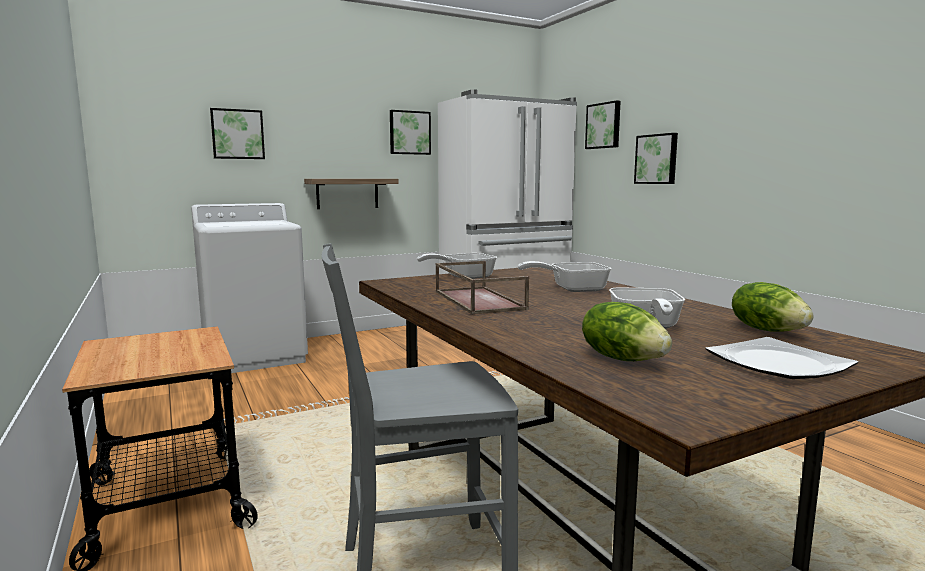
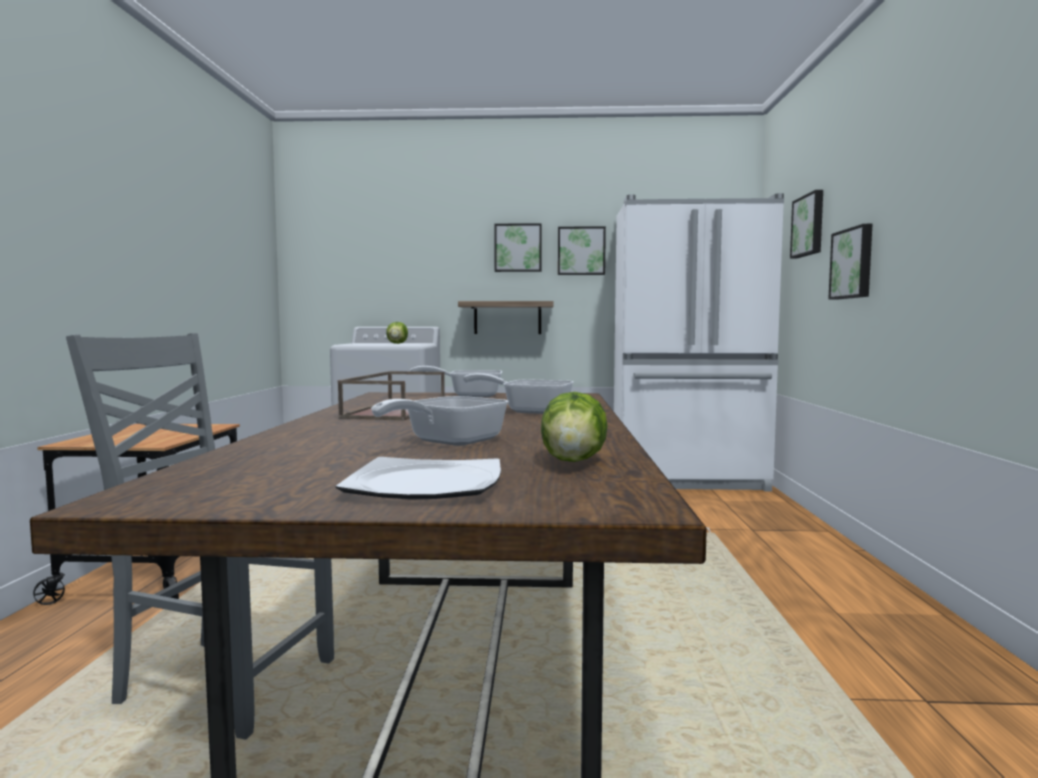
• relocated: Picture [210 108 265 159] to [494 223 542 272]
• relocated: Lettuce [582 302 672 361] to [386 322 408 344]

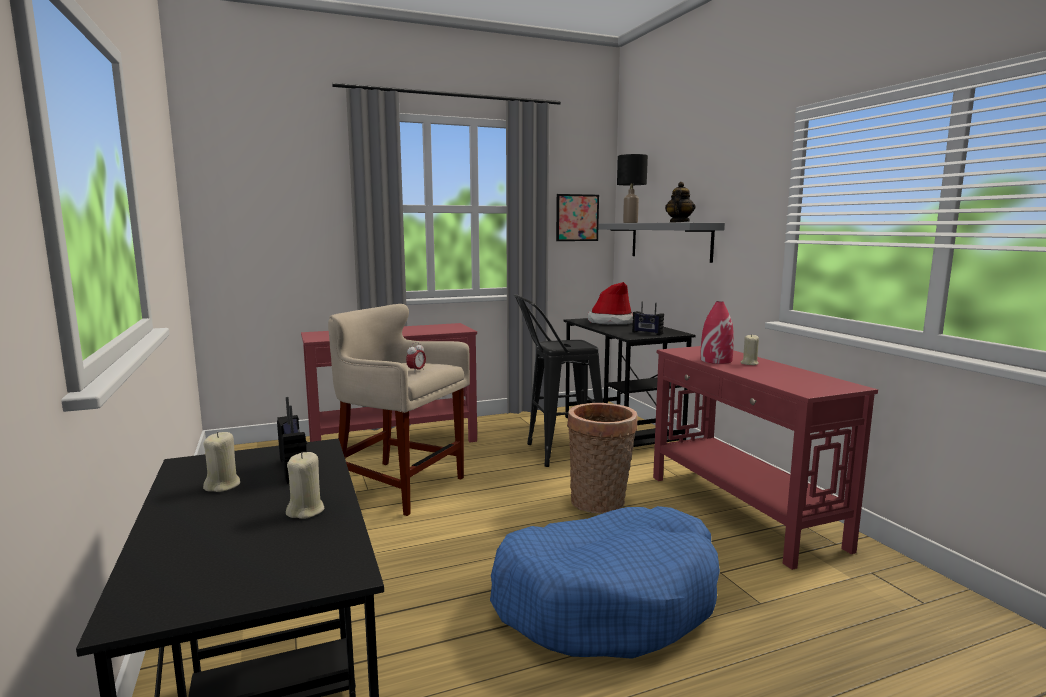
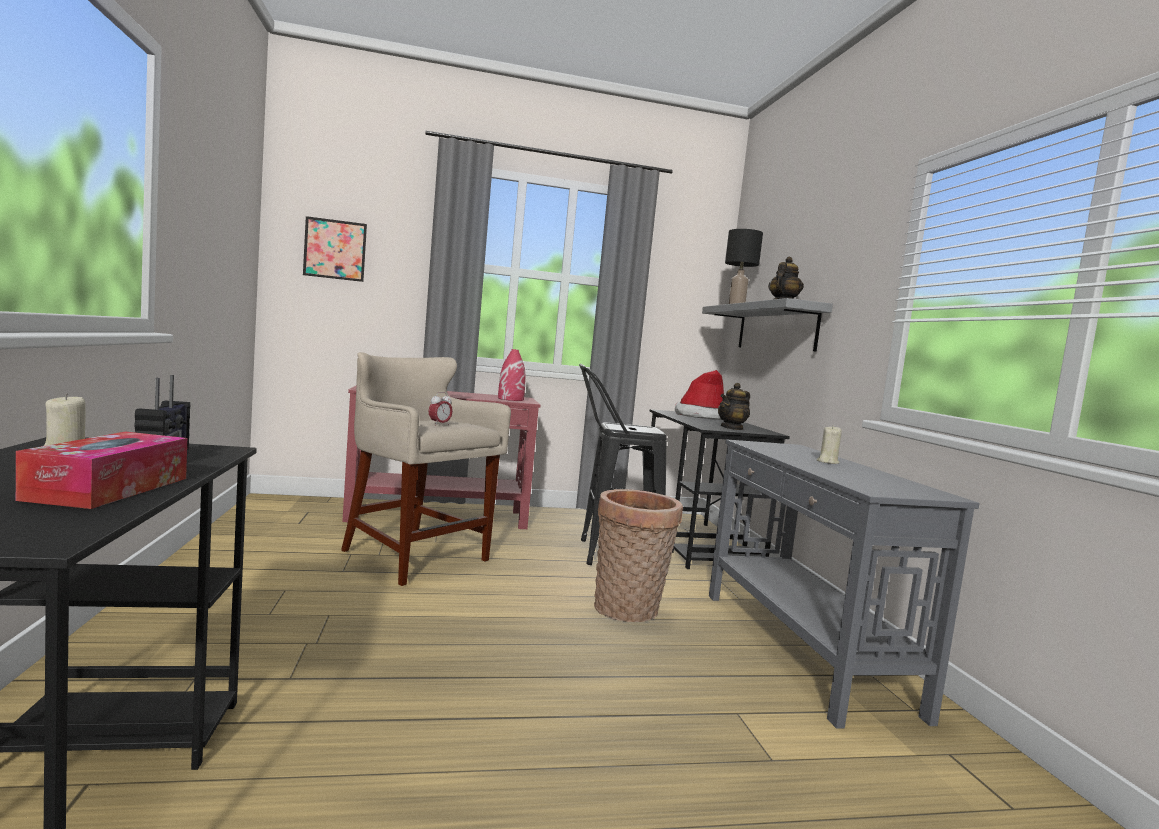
• relocated: Picture [556 194 599 241] to [303 216 367 282]
• relocated: RedVase [700 301 734 364] to [498 349 526 401]
• exchanged: Radio [632 302 664 335] to Teapot [718 383 750 430]
• colour: RedConsoleTable [653 346 878 570] to GreyConsoleTable [709 439 980 729]
• exchanged: BeigeCandle [286 452 325 519] to TissueBox [16 432 187 509]
• missing: BlueDogBed [490 506 720 659]

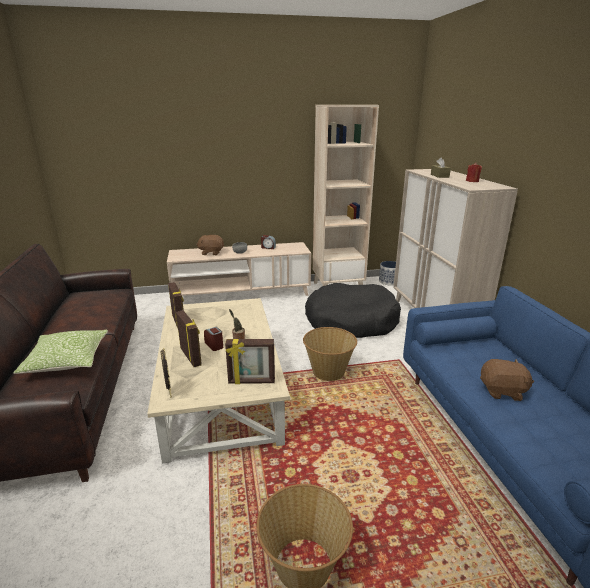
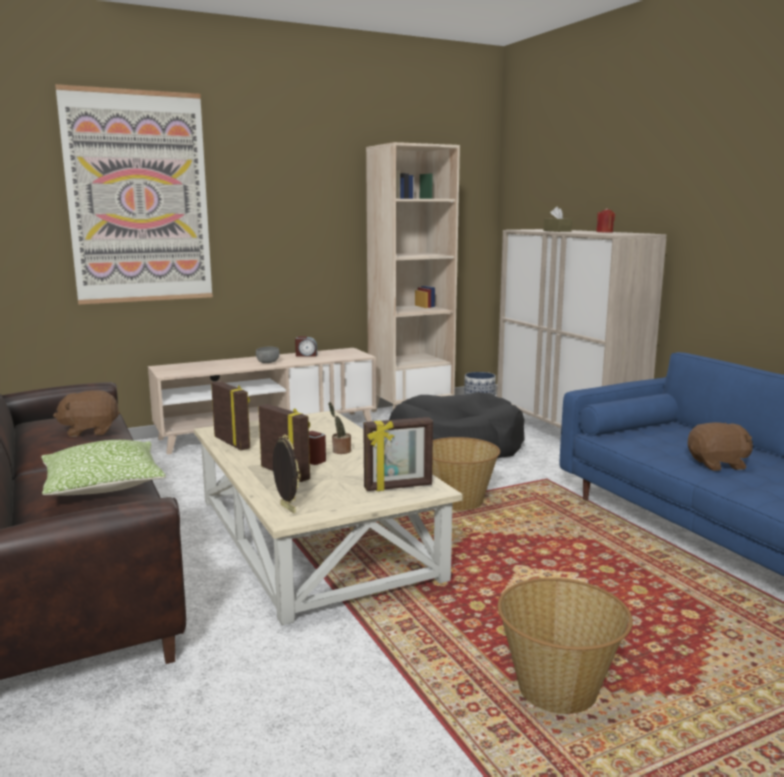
• relocated: BrownPlushToy [196 235 224 255] to [53 390 120 437]
• appeared: Picture [55 84 213 304]

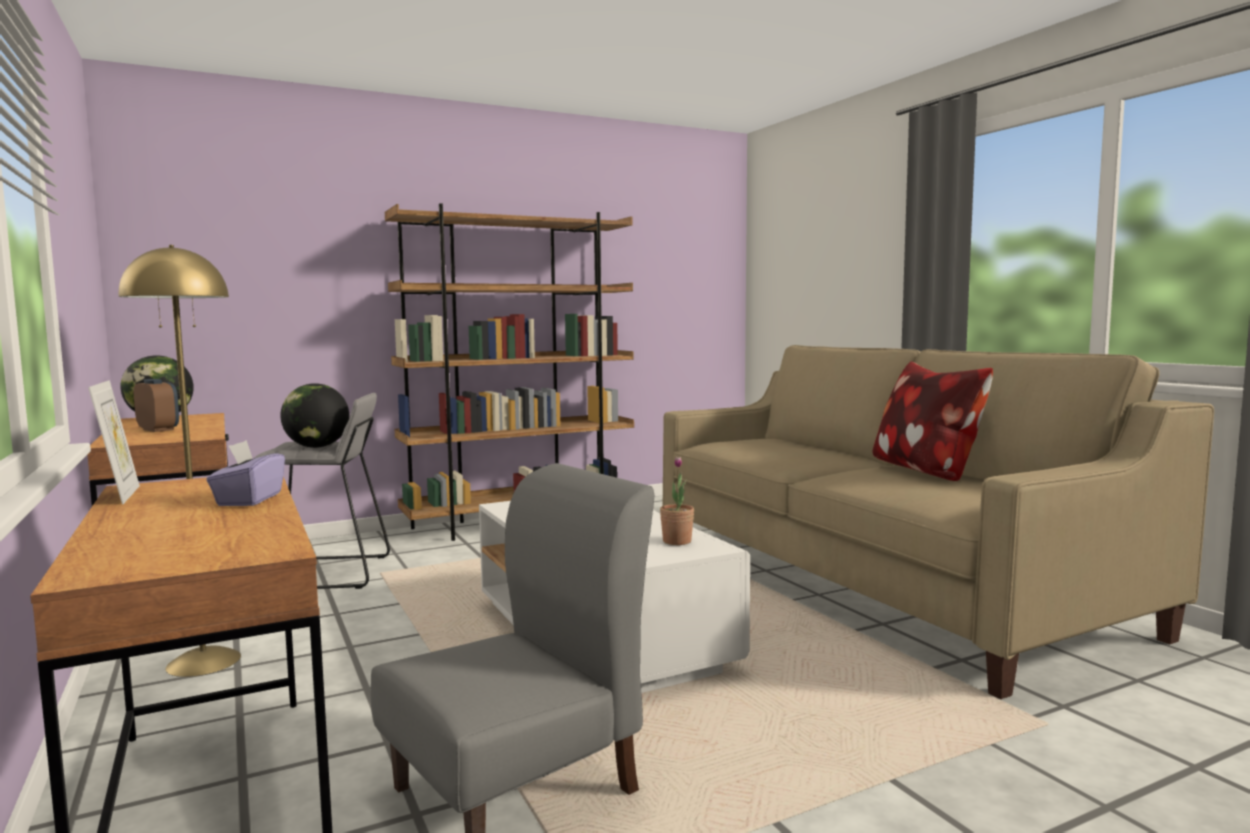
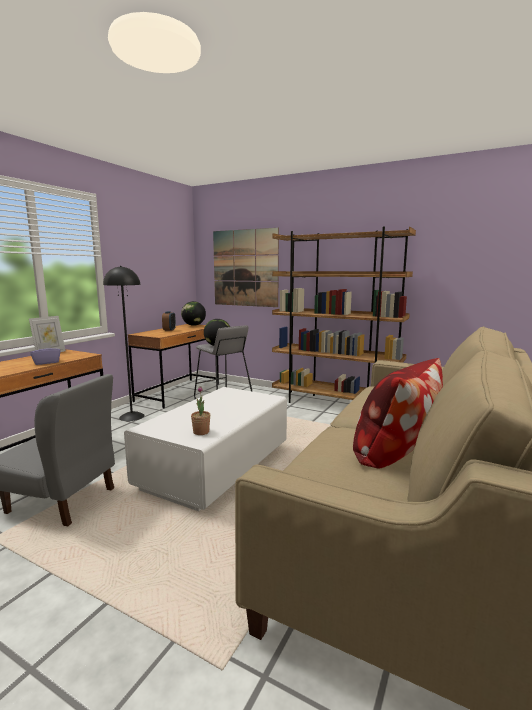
• colour: YellowFloorLamp [119 245 241 677] to BlackFloorLamp [103 266 145 421]
• appeared: Picture [213 228 279 307]

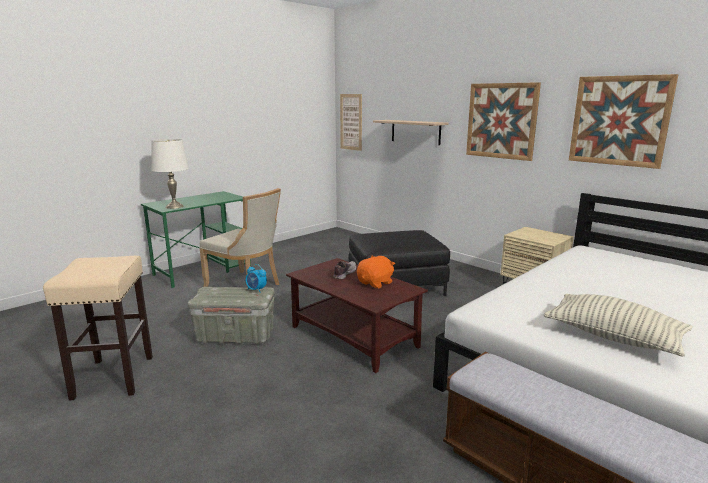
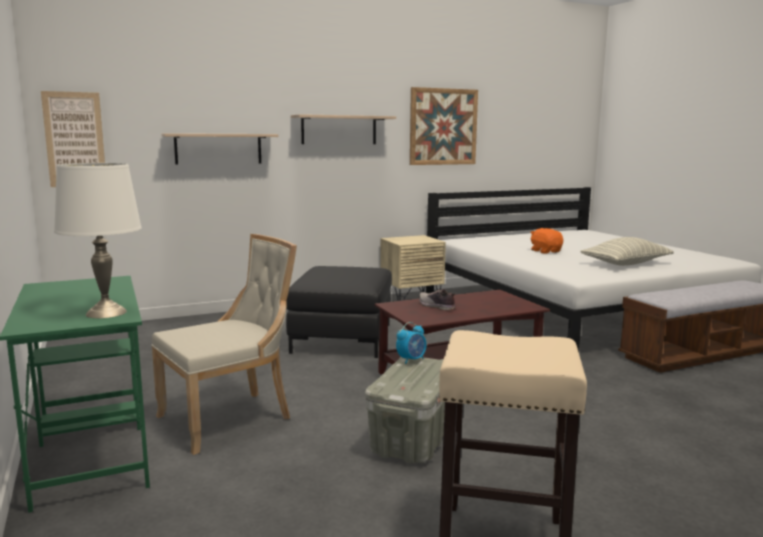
• exchanged: Picture [466 82 541 161] to Shelf [291 114 396 144]
• relocated: OrangePlushToy [357 256 395 289] to [530 228 563 254]

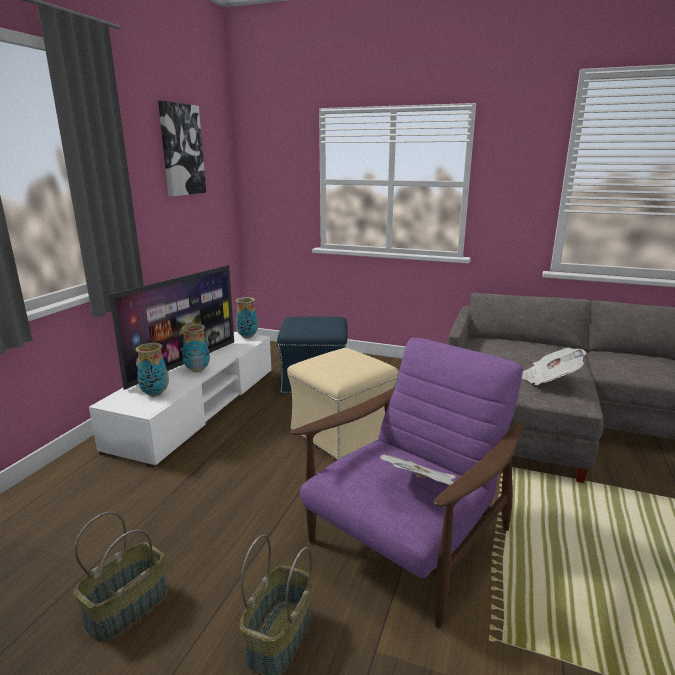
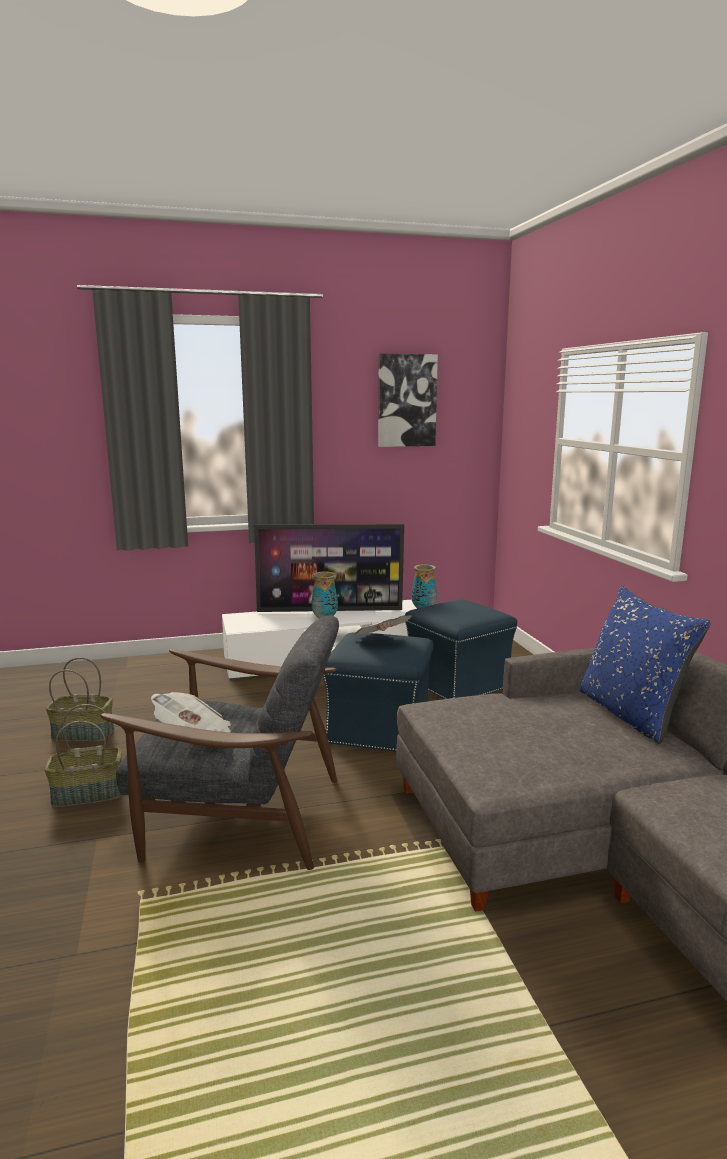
• colour: PurpleArmchair [291 338 523 628] to GreyArmchair [100 616 339 870]
• missing: Vase [136 343 169 397]
• colour: BeigeOttoman [287 348 399 460] to BlueOttoman [323 633 434 752]
• relocated: Newspaper [522 348 587 385] to [352 615 412 636]
• appeared: BluePillow [579 586 711 744]

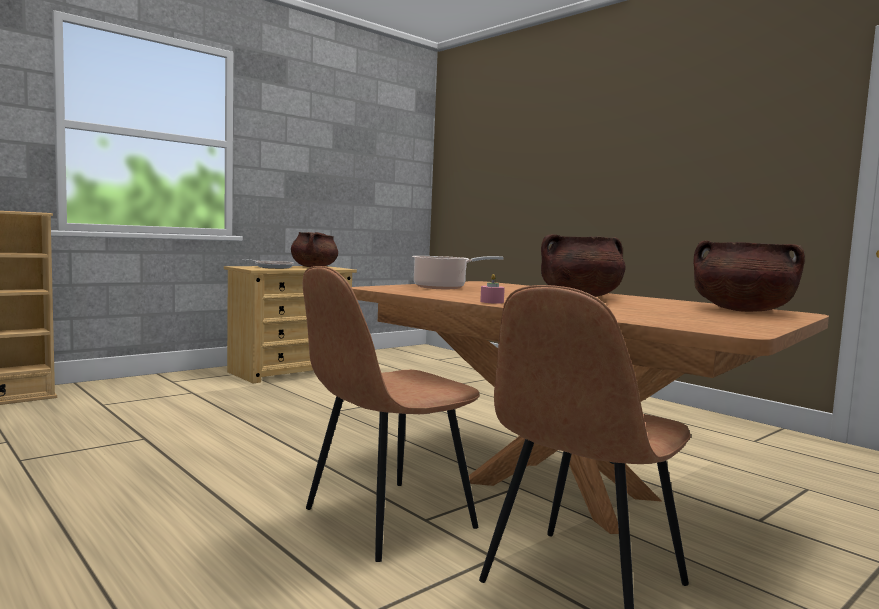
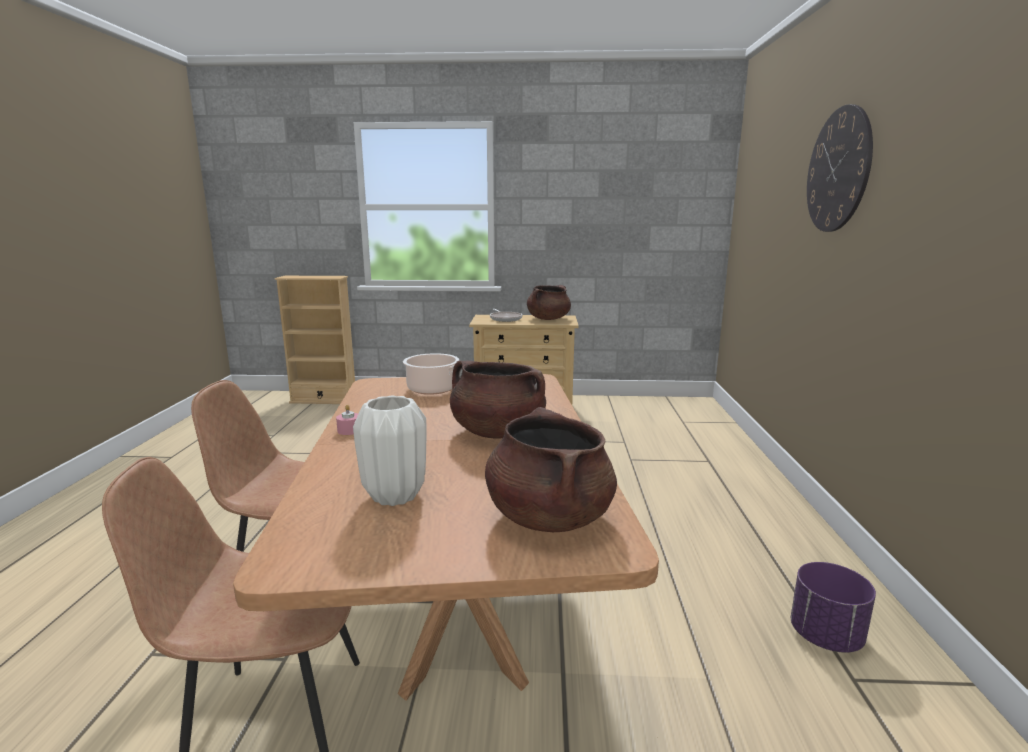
• appeared: WallClock [807 104 873 232]
• appeared: WhiteVase [353 395 427 506]
• appeared: PurplePlanter [791 562 876 653]

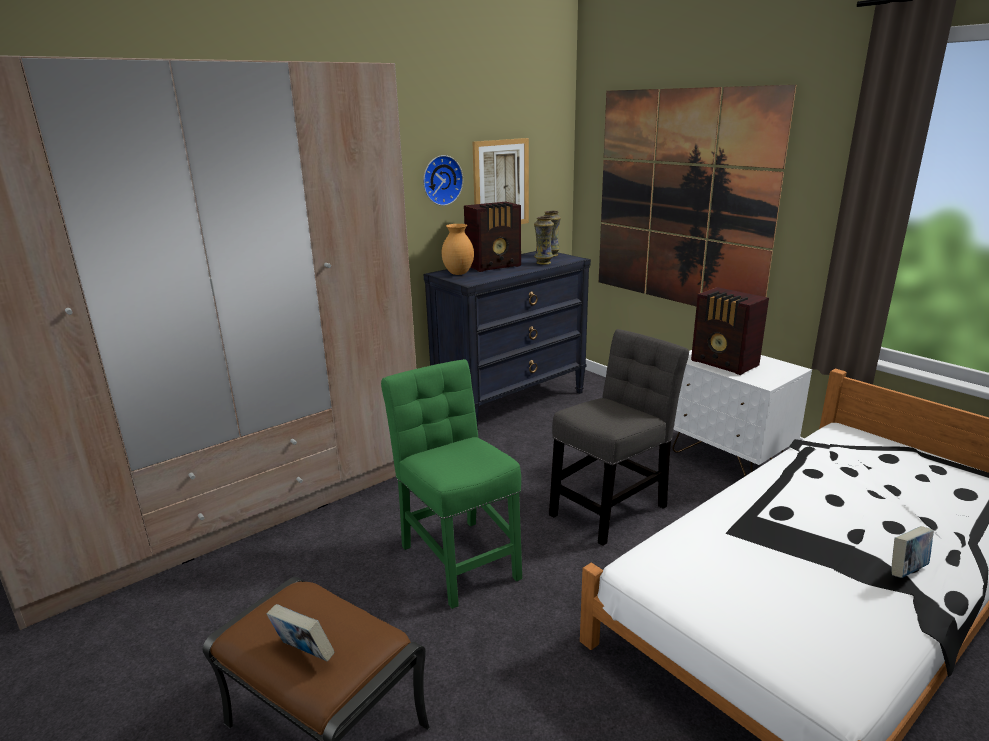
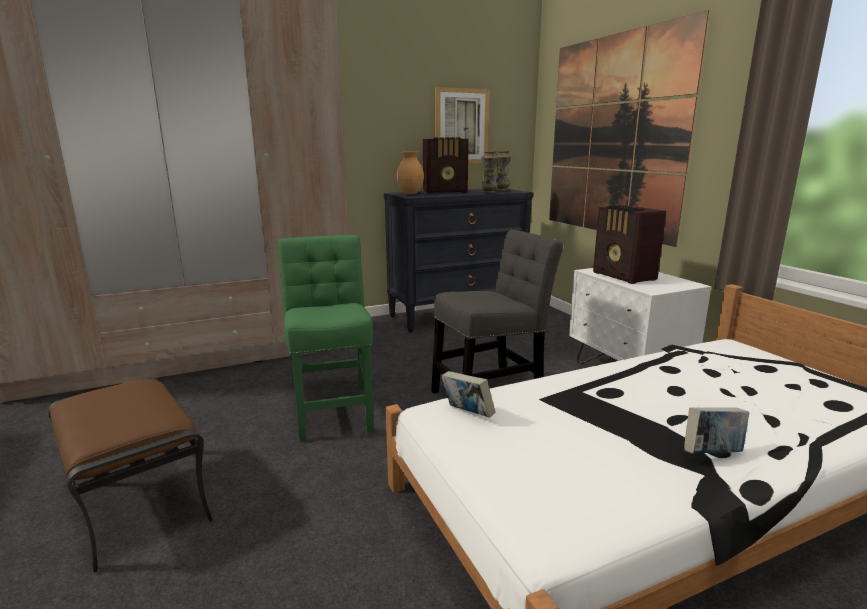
• missing: WallClock [423 155 463 206]
• relocated: Book [267 604 335 662] to [442 371 495 418]

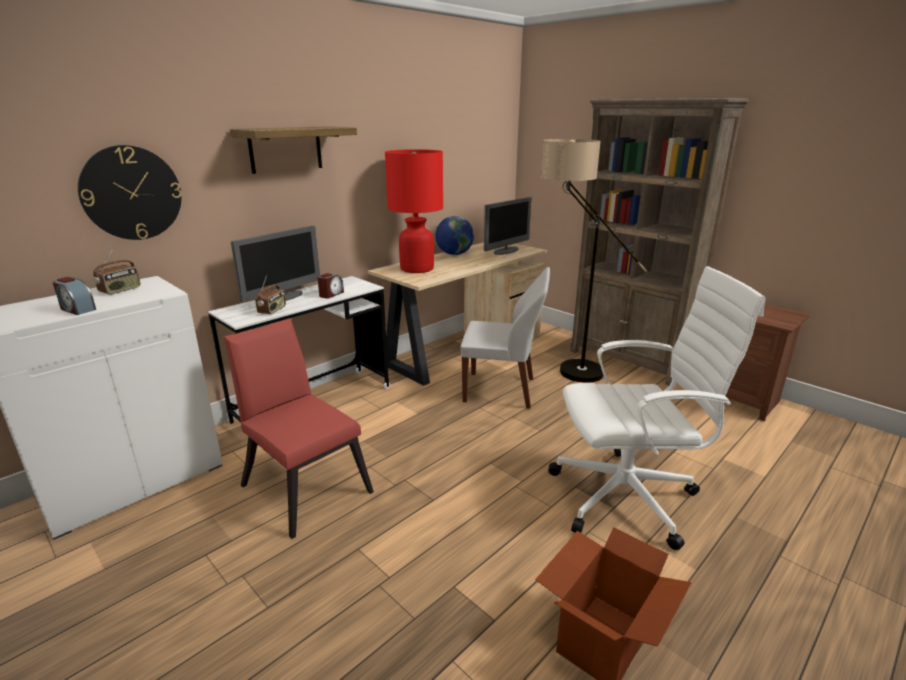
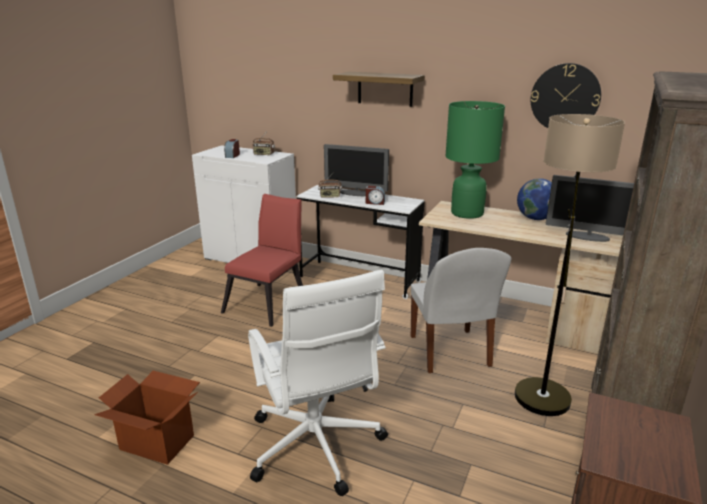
• relocated: WallClock [78 145 182 240] to [531 63 601 128]
• colour: RedTableLamp [385 149 443 273] to GreenTableLamp [445 101 505 219]

